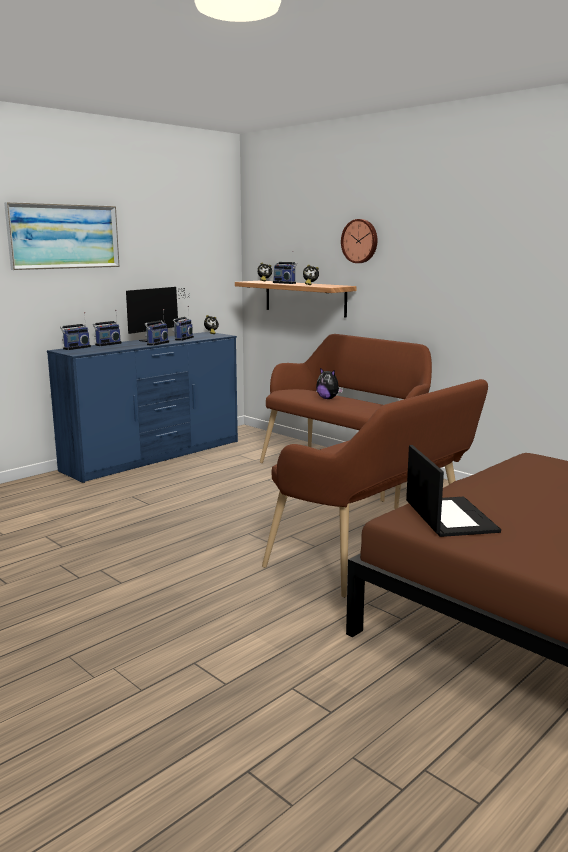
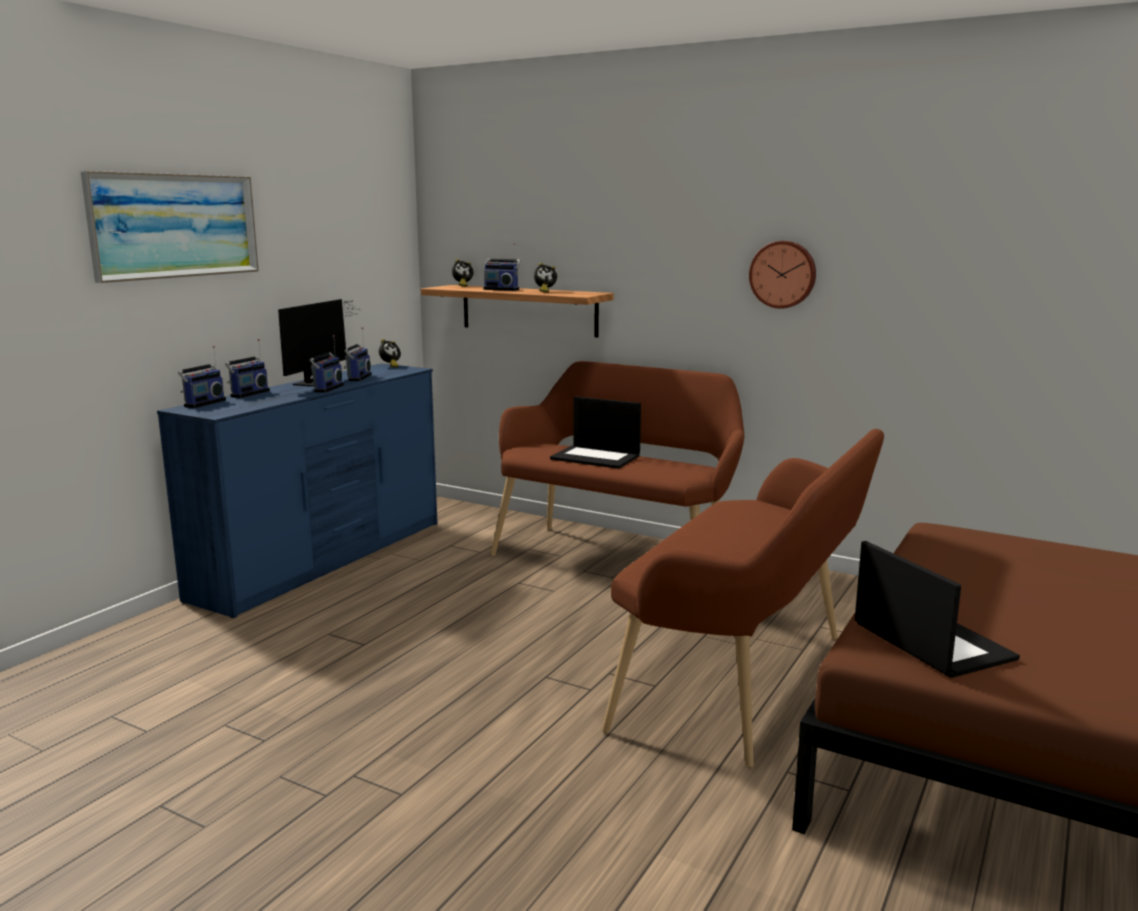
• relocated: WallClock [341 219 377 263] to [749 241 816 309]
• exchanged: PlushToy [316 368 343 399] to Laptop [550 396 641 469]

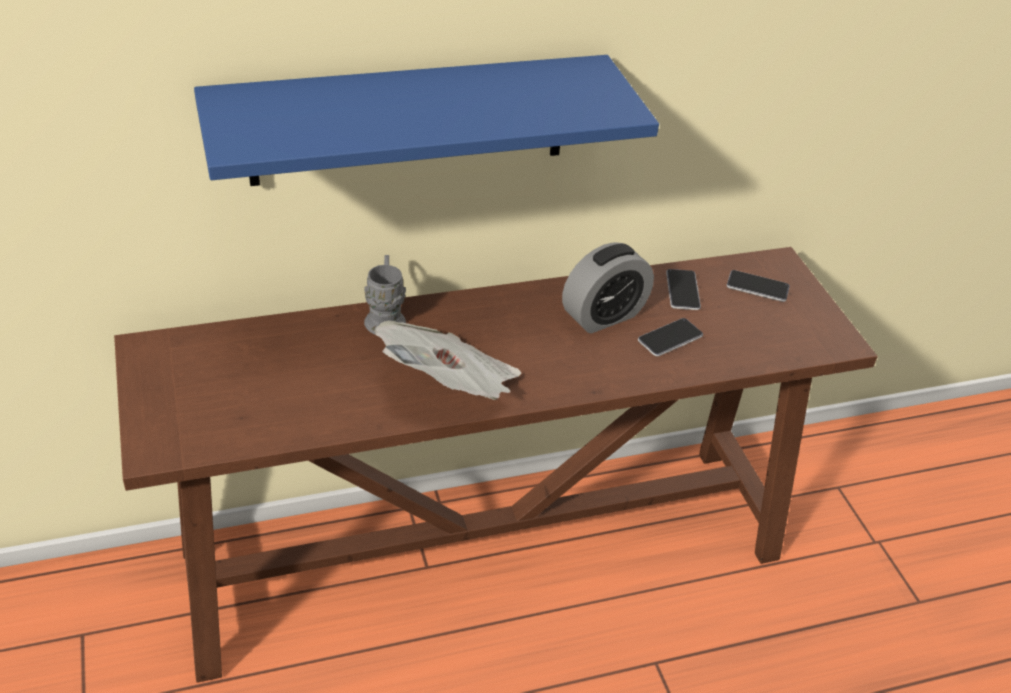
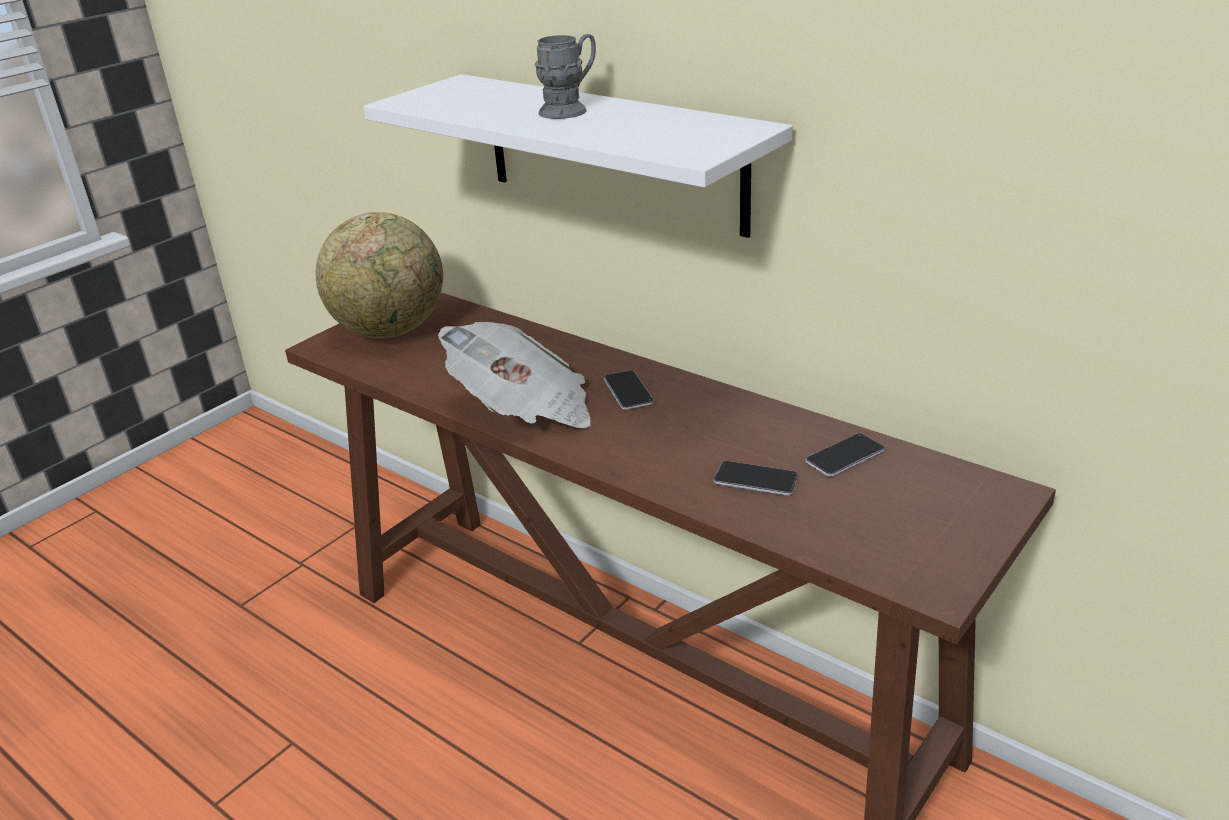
• colour: BlueShelf [194 55 659 186] to WhiteShelf [363 74 793 238]
• missing: AlarmClock [562 242 654 334]
• relocated: GreyMug [364 255 406 334] to [535 34 596 119]
• relocated: Phone [727 270 790 302] to [604 370 654 410]
• appeared: Globe [316 212 443 339]

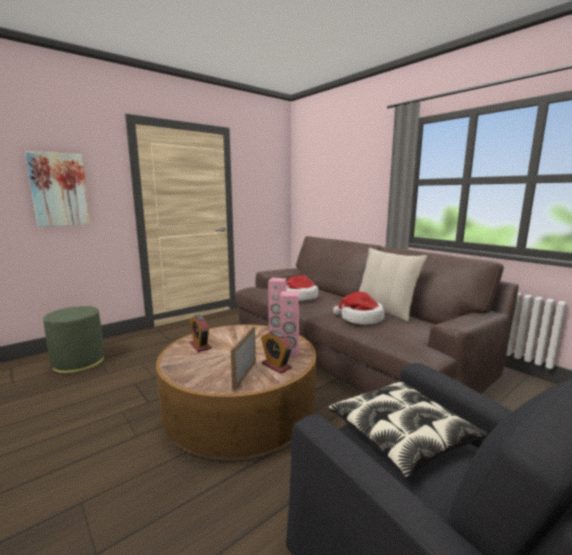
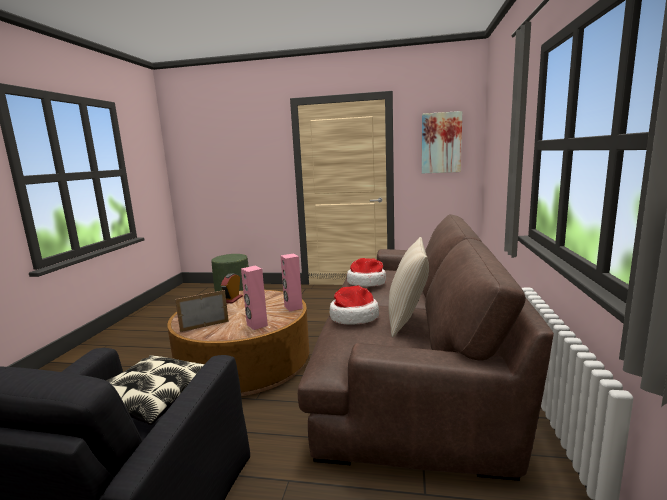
• relocated: Picture [25 151 91 227] to [422 111 462 173]
• missing: AlarmClock [261 331 293 374]

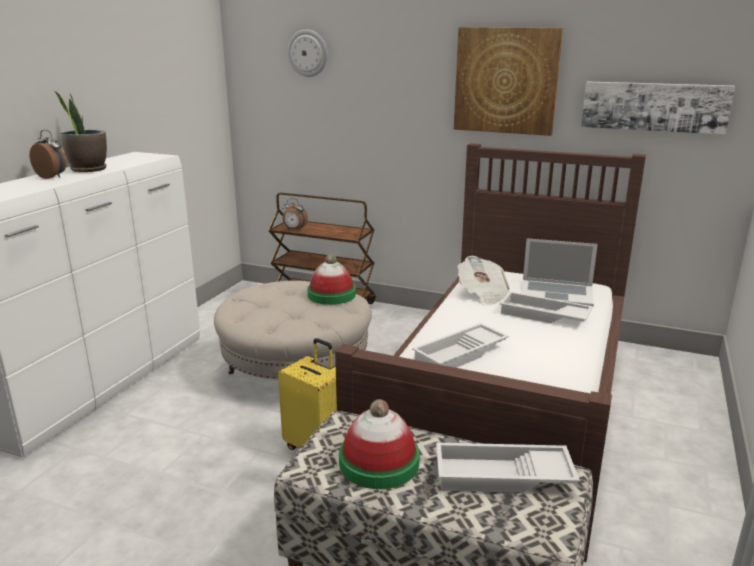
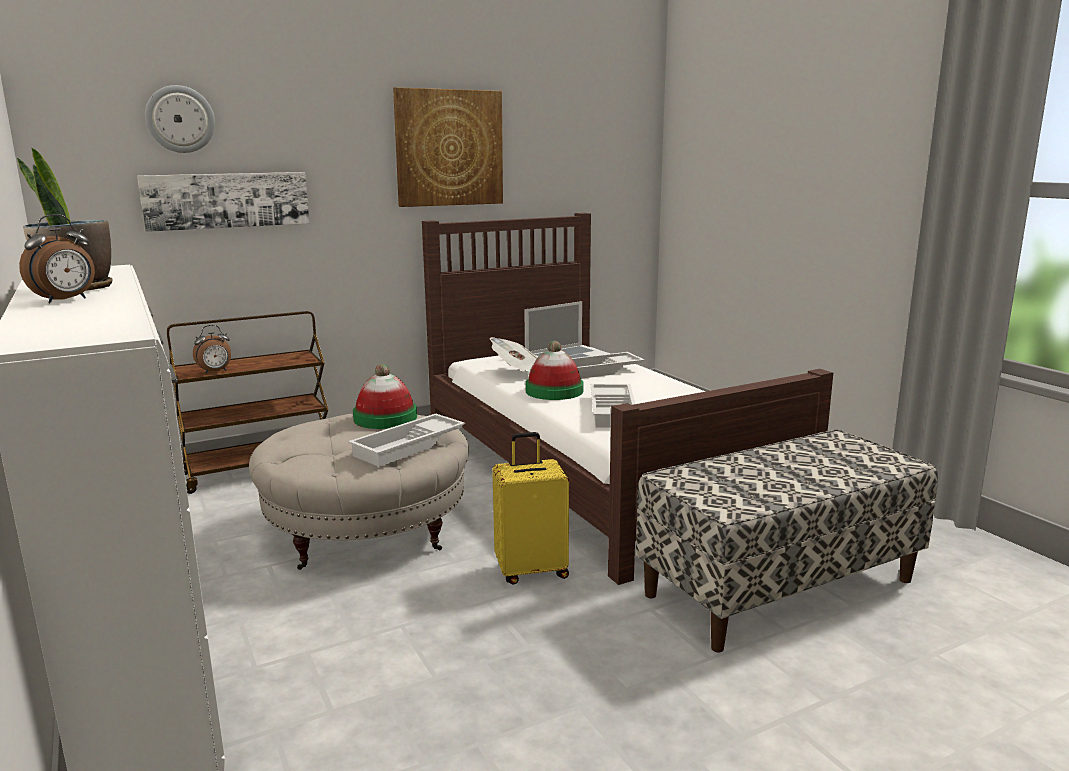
• relocated: Picture [581 82 735 135] to [137 172 310 232]
• spun: AlarmClock [29 130 66 179] = [19 214 95 303] 150 degrees clockwise
• relocated: Hat [339 399 420 489] to [525 341 584 400]
• relocated: WhiteTray [436 443 580 493] to [348 414 465 467]

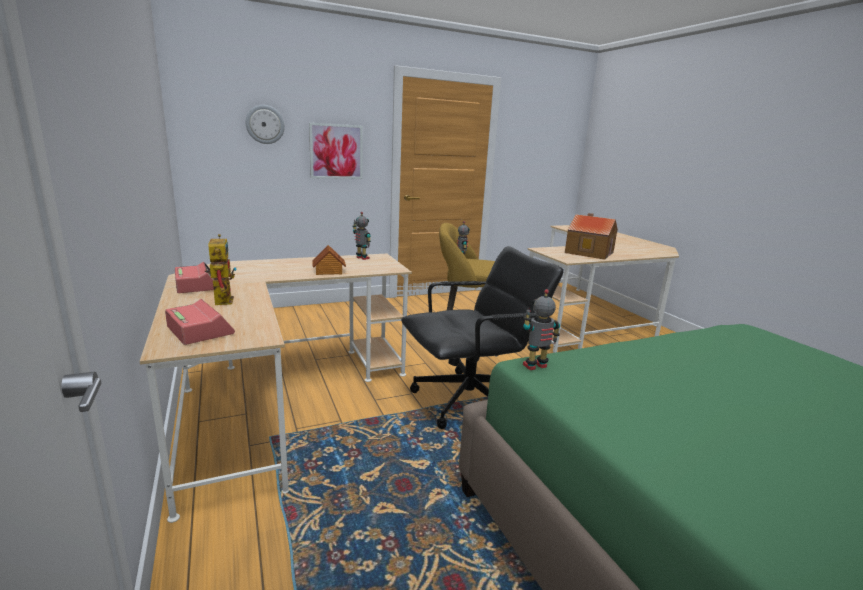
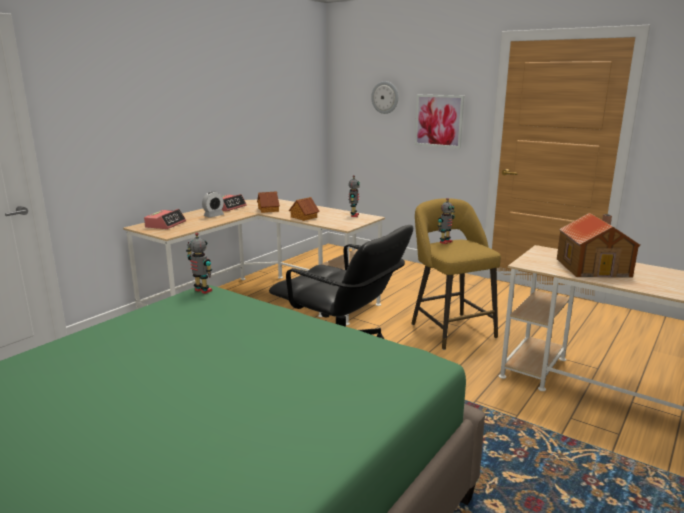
• exchanged: ToyRobot [205 234 237 305] to AlarmClock [202 192 224 218]
• appeared: ToyHouse [257 191 280 213]

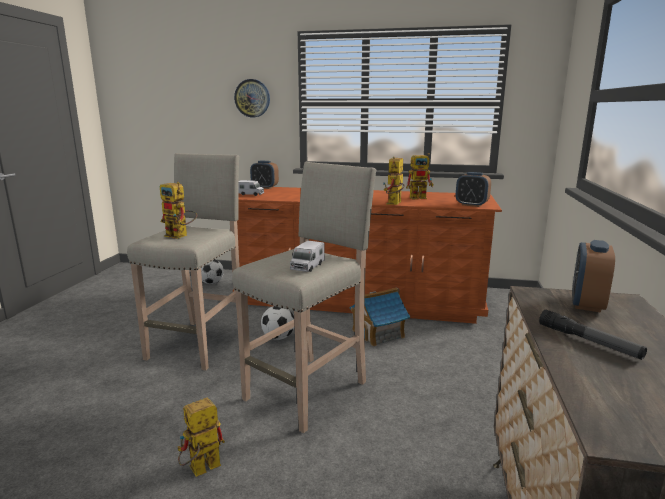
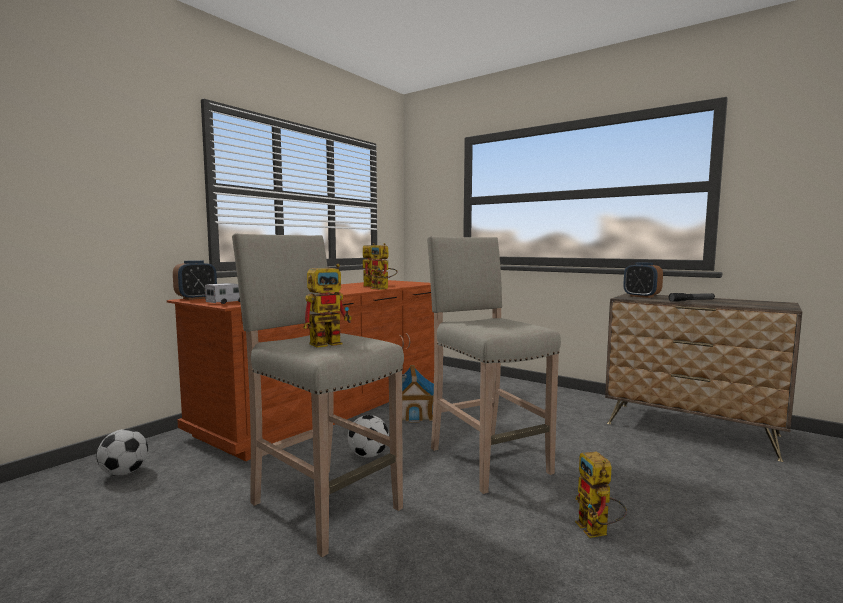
• missing: WallClock [234 79 270 117]
• missing: AlarmClock [456 172 491 207]
• missing: ToyTruck [290 241 325 272]

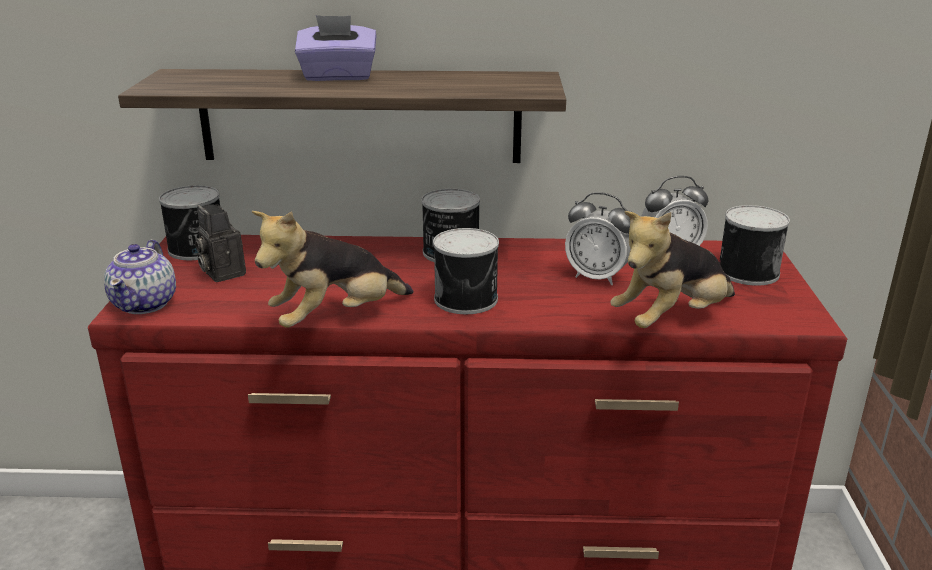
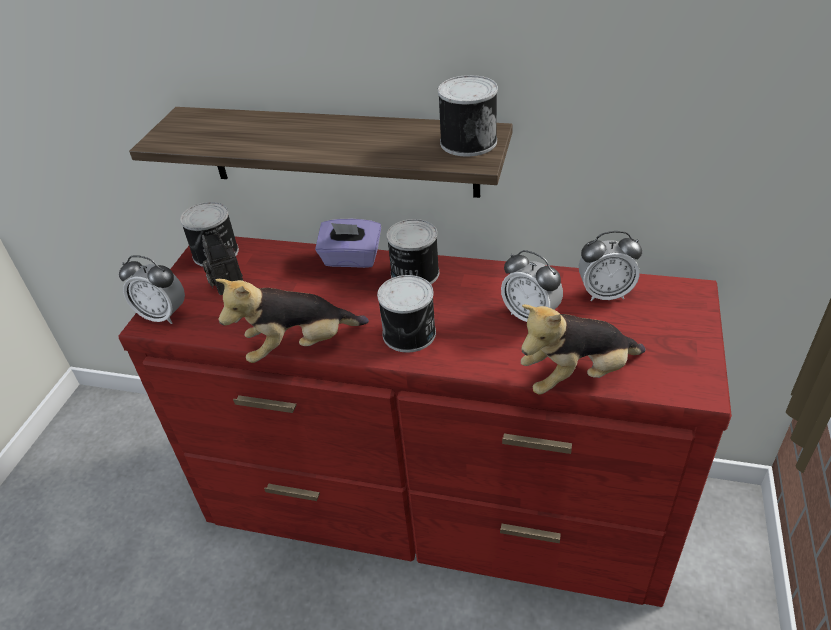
• relocated: PurpleTissueBox [295 15 377 81] to [315 219 381 268]
• relocated: Can [719 205 790 286] to [438 75 498 157]
• exchanged: Teapot [104 240 176 314] to AlarmClock [119 255 185 324]

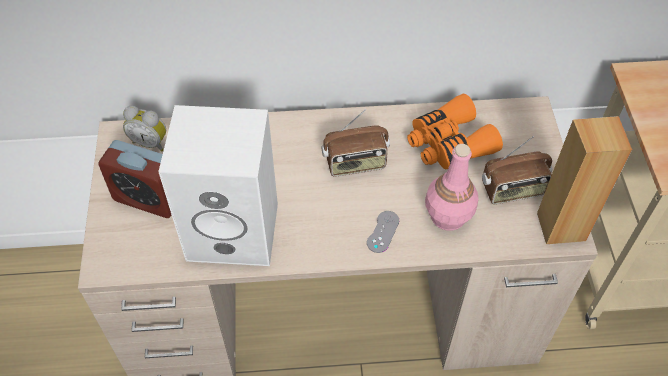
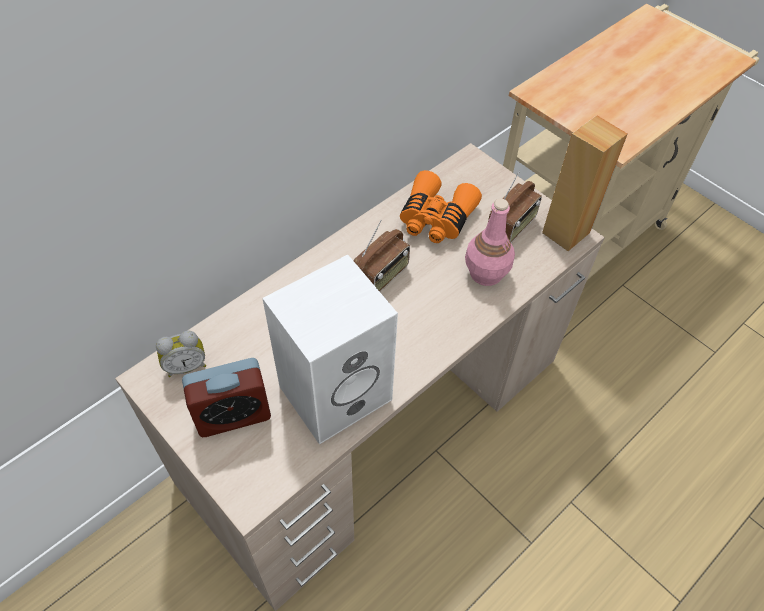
• missing: GreyGameController [367 211 399 253]

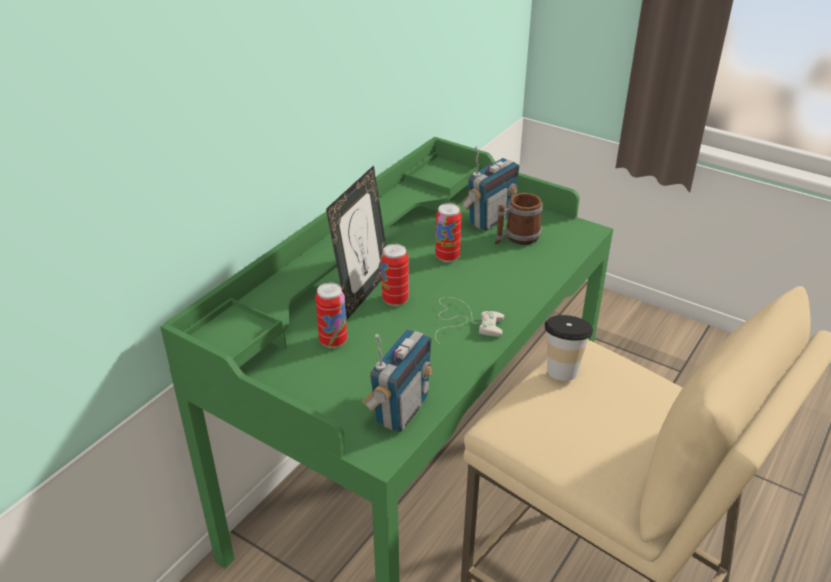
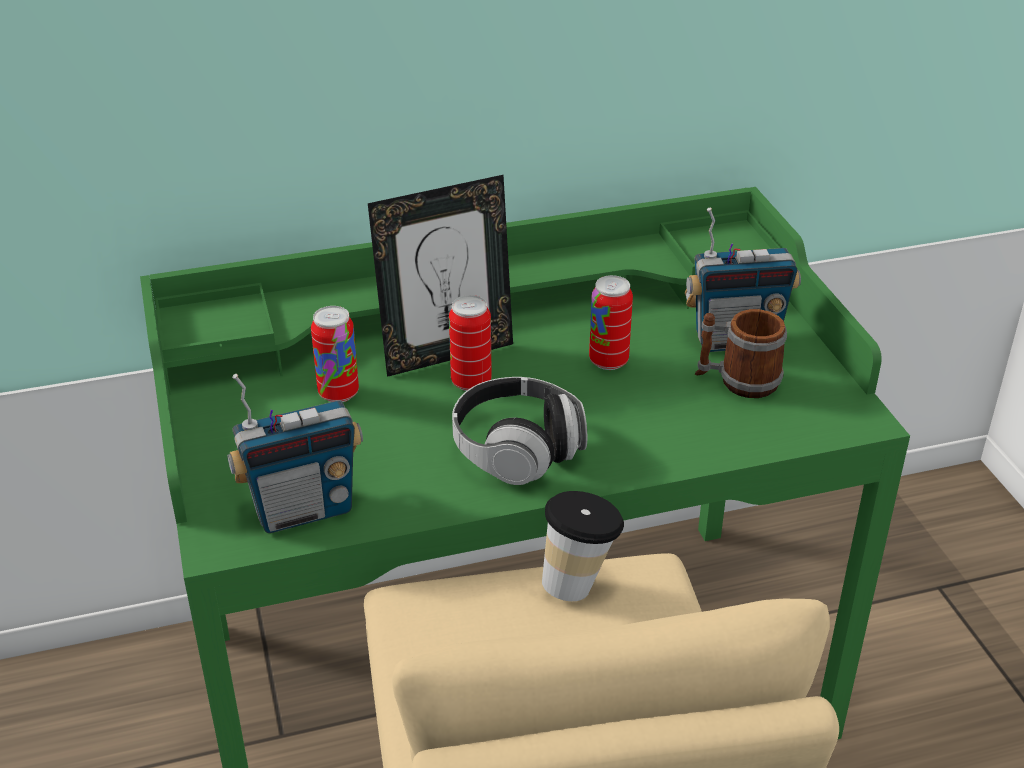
• exchanged: WhiteGameController [435 297 504 344] to Headphones [452 377 587 485]

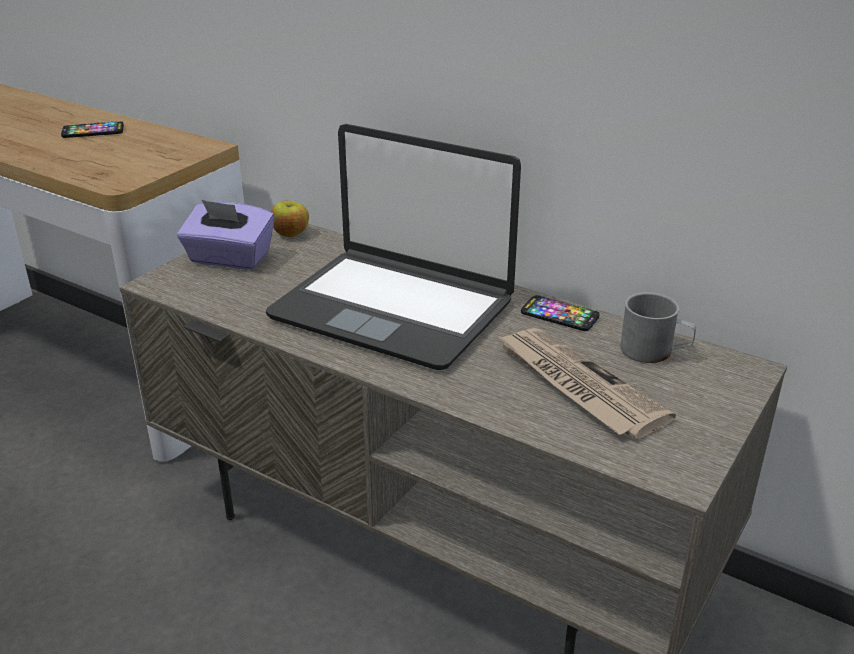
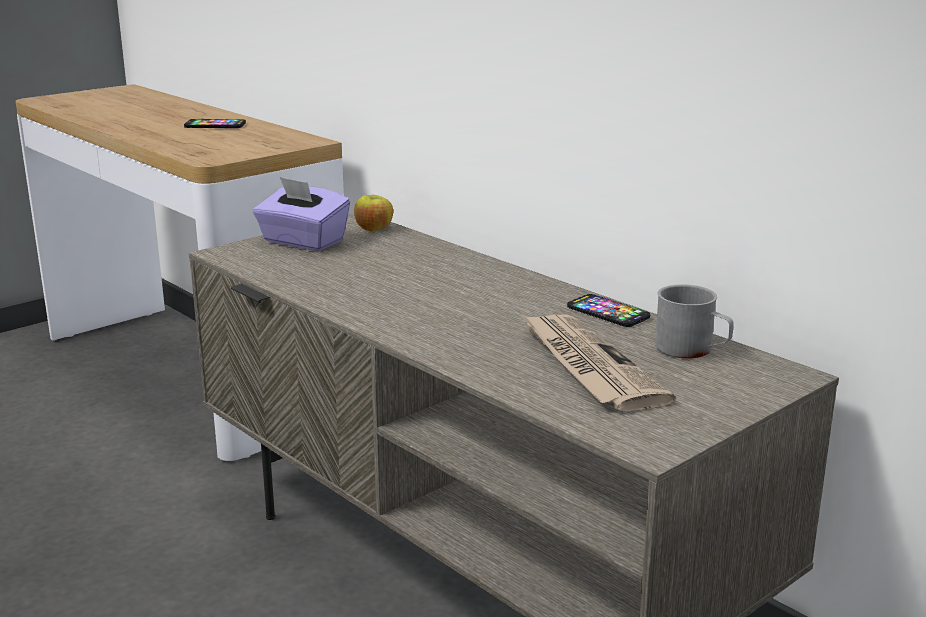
• missing: Laptop [266 124 521 370]

